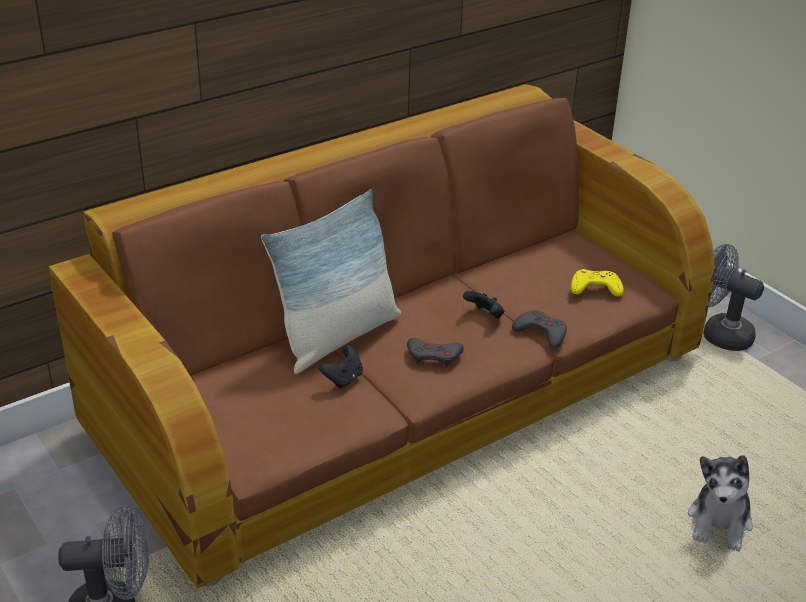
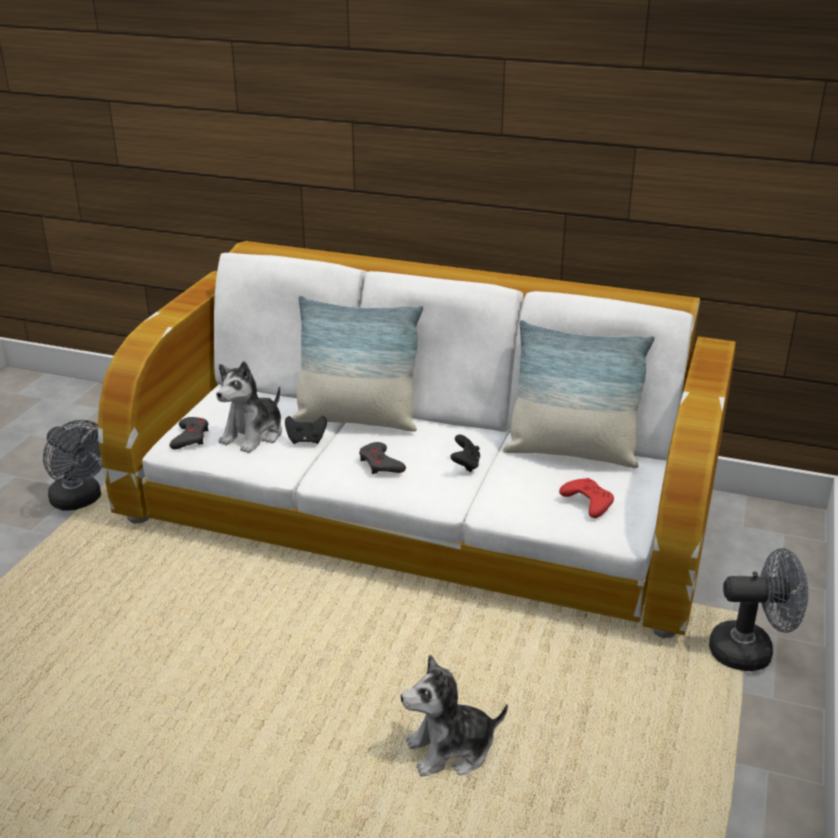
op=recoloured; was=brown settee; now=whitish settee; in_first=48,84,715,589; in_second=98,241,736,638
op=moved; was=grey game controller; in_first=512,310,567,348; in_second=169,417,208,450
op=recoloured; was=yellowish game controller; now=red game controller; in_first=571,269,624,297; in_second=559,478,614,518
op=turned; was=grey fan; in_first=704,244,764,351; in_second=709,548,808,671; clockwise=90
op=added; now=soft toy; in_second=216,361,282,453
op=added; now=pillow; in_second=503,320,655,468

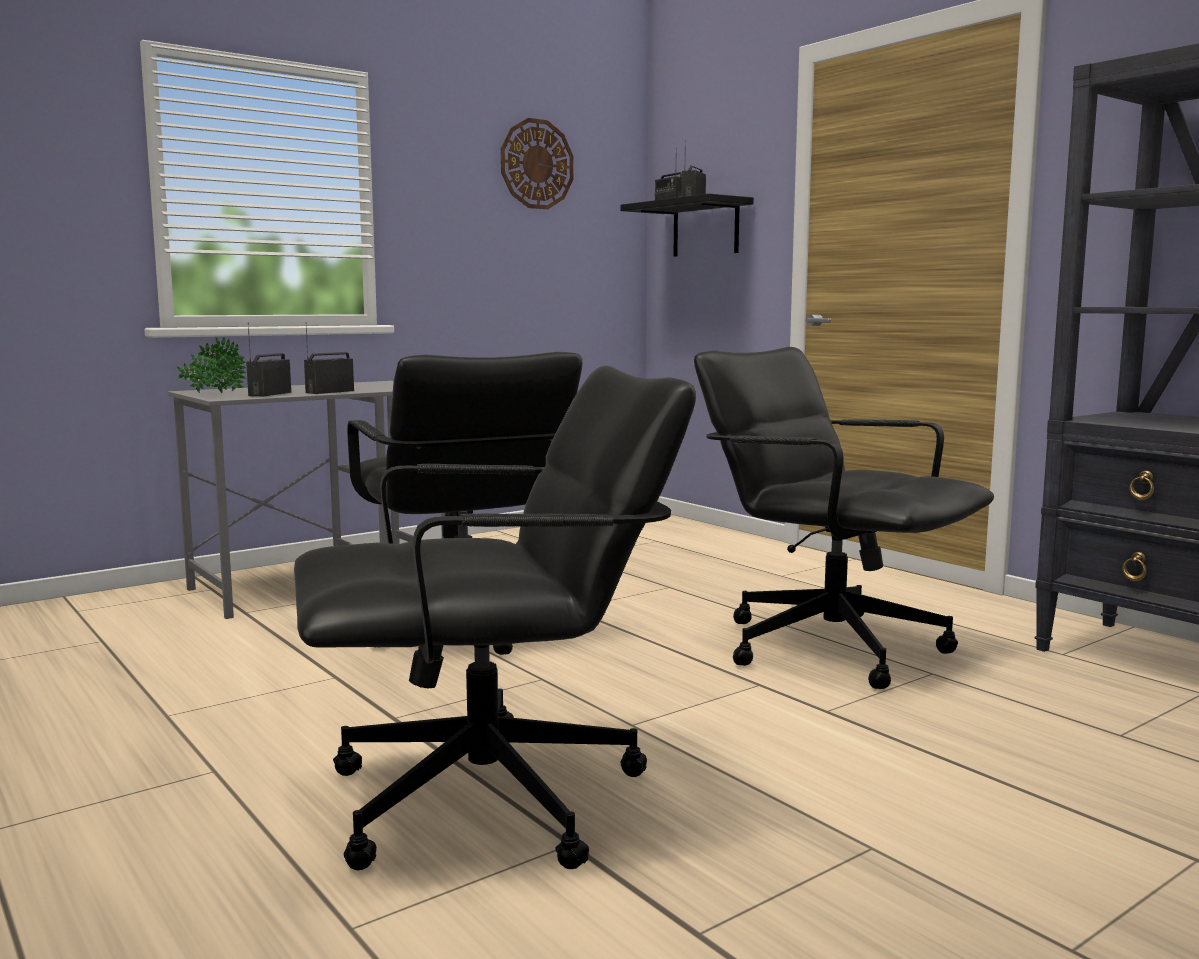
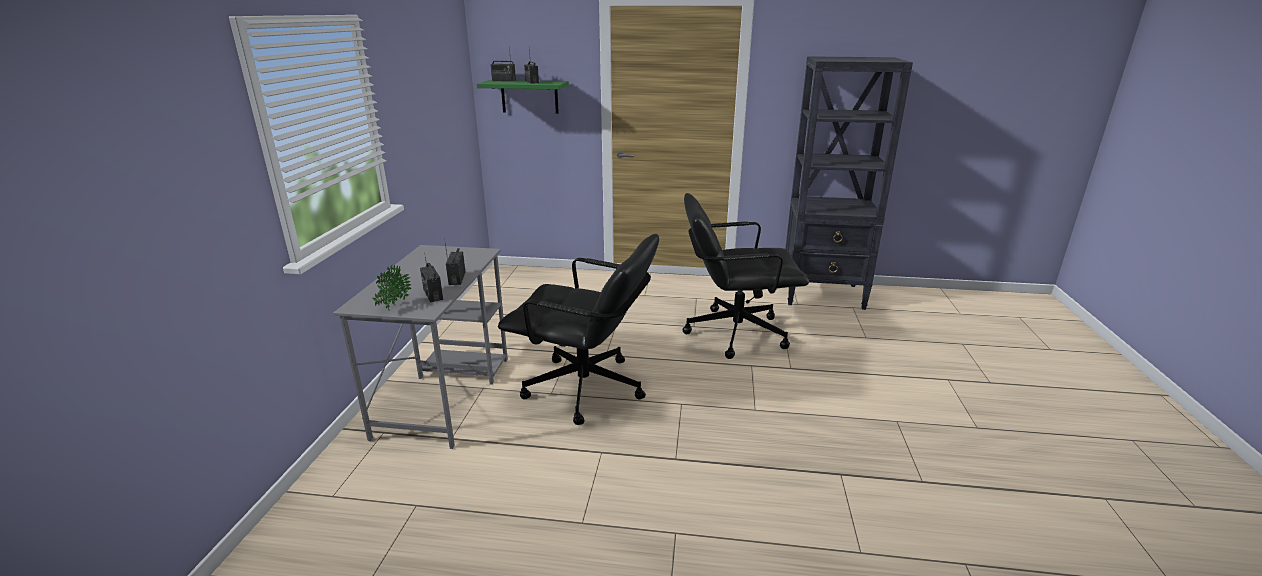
op=removed; was=black desk chair; in_first=294,366,696,870
op=removed; was=hanging clock; in_first=501,118,574,209
op=recoloured; was=black bracket shelf; now=green-coloured bracket shelf; in_first=621,193,754,257; in_second=477,80,569,114

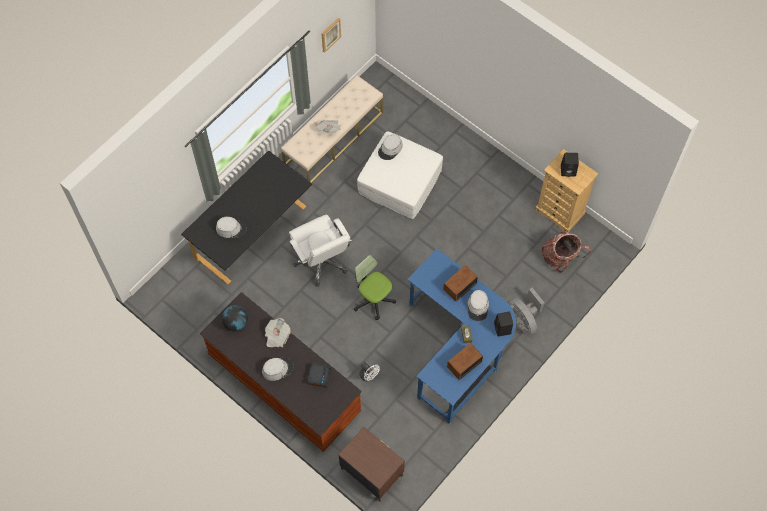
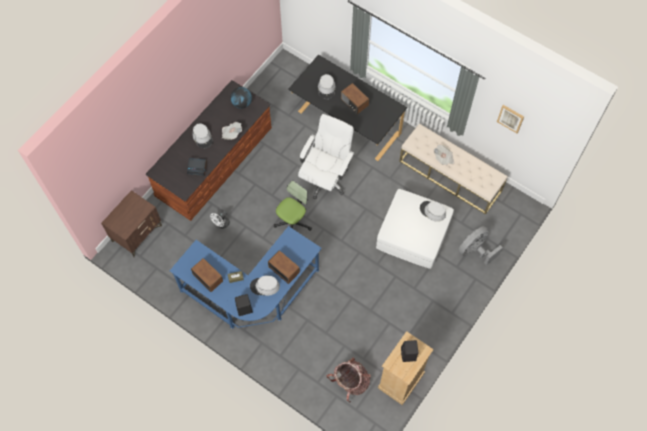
op=turned; was=whitish desk chair; in_first=289,214,352,287; in_second=298,114,354,199; clockwise=150
op=moved; was=grey fan; in_first=507,288,544,335; in_second=459,226,503,265
op=added; now=radio set; in_second=341,83,369,114

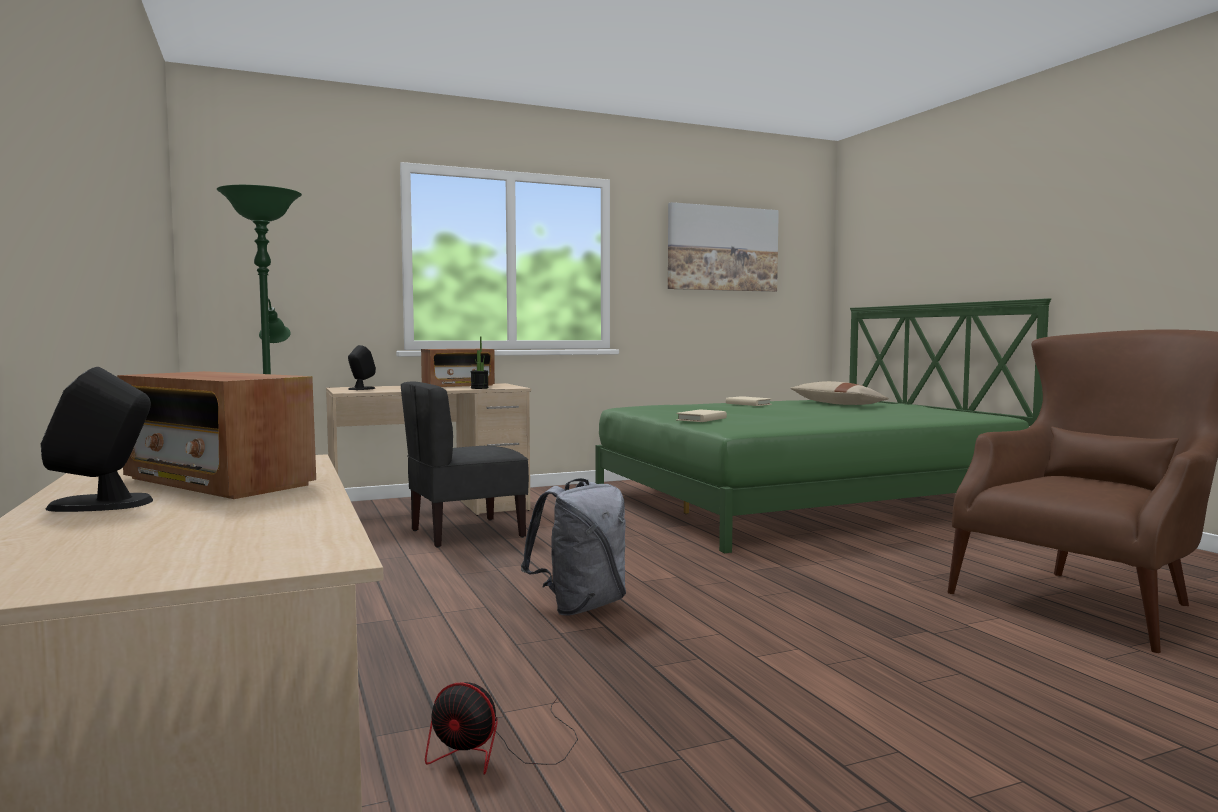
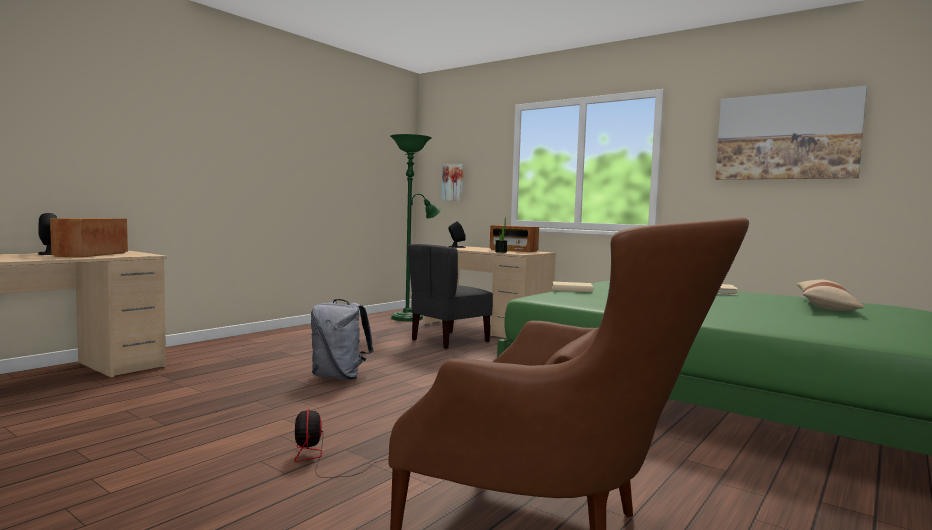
op=turned; was=grey upright chair; in_first=401,381,529,548; in_second=407,244,493,349; clockwise=-75
op=moved; was=fan; in_first=425,682,578,775; in_second=294,409,388,478
op=added; now=wall picture; in_second=442,164,464,201

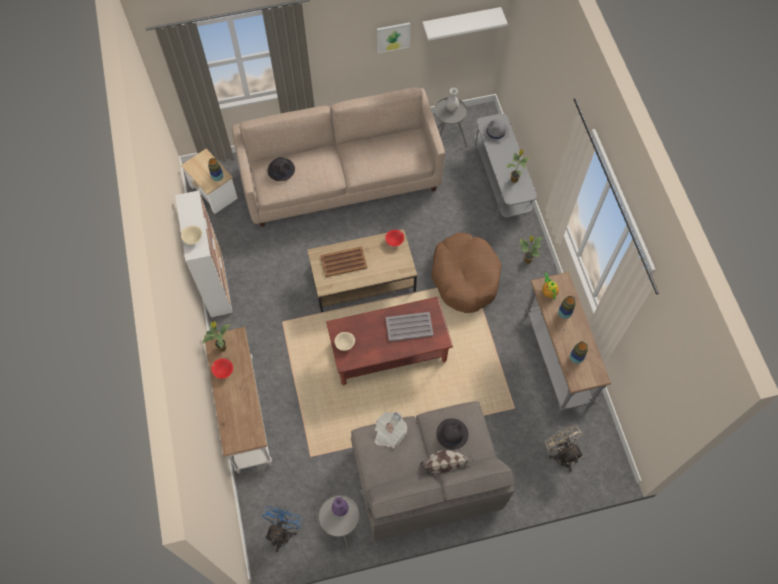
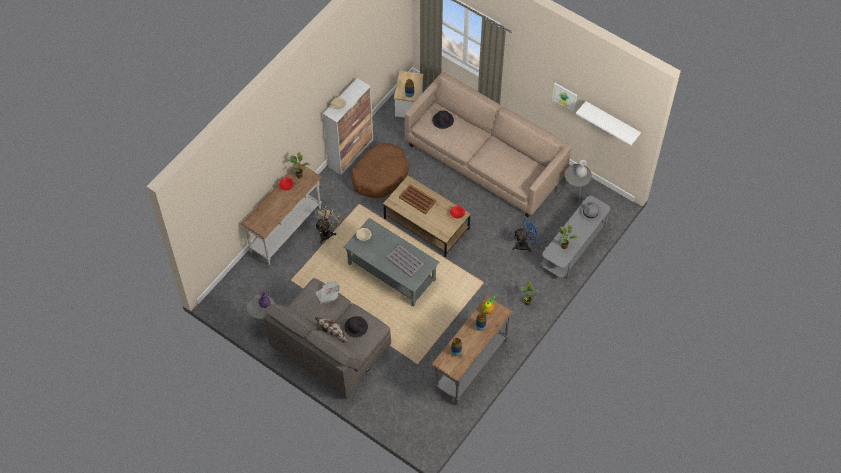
op=moved; was=blue-coloured fan; in_first=262,506,303,552; in_second=512,217,541,252
op=recoloured; was=brown low table; now=grey low table; in_first=326,297,453,385; in_second=344,218,439,306
op=moved; was=brown dog bed; in_first=431,232,501,313; in_second=351,143,409,198
op=moved; was=beige-coloured fan; in_first=545,425,583,472; in_second=315,207,342,244

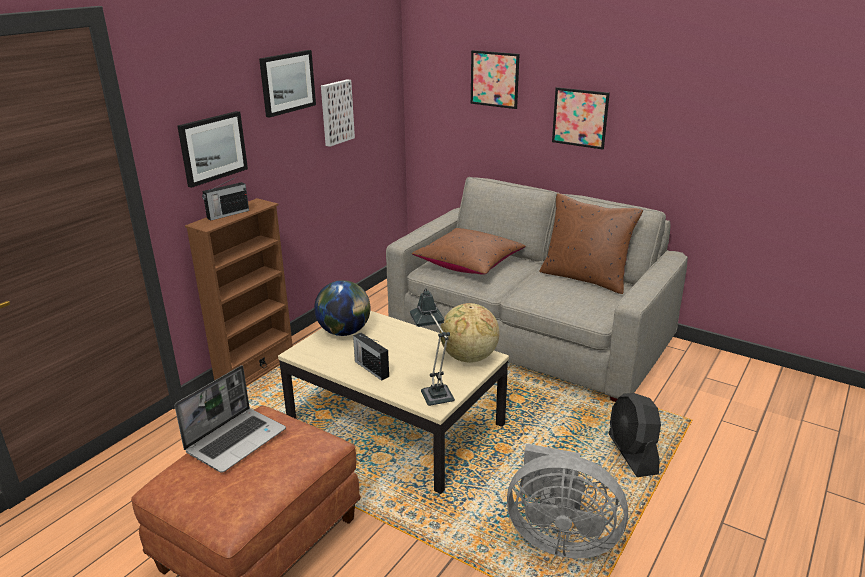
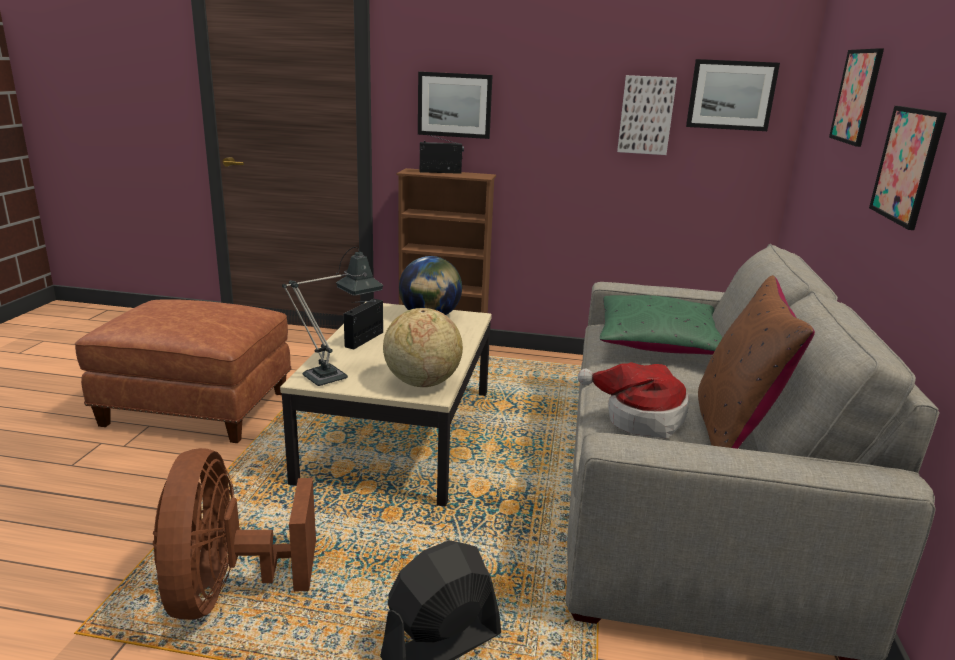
op=removed; was=portable computer; in_first=175,365,286,473
op=turned; was=radio set; in_first=202,177,249,221; in_second=420,134,464,174; clockwise=150
op=moved; was=wall picture; in_first=259,50,316,118; in_second=686,59,780,131
op=recoloured; was=brown pillow; now=green-coloured pillow; in_first=412,228,526,275; in_second=600,295,723,355
op=recoloured; was=grey fan; now=brown fan; in_first=507,444,628,558; in_second=153,448,316,620
op=added; now=clothing hat; in_second=578,362,689,439

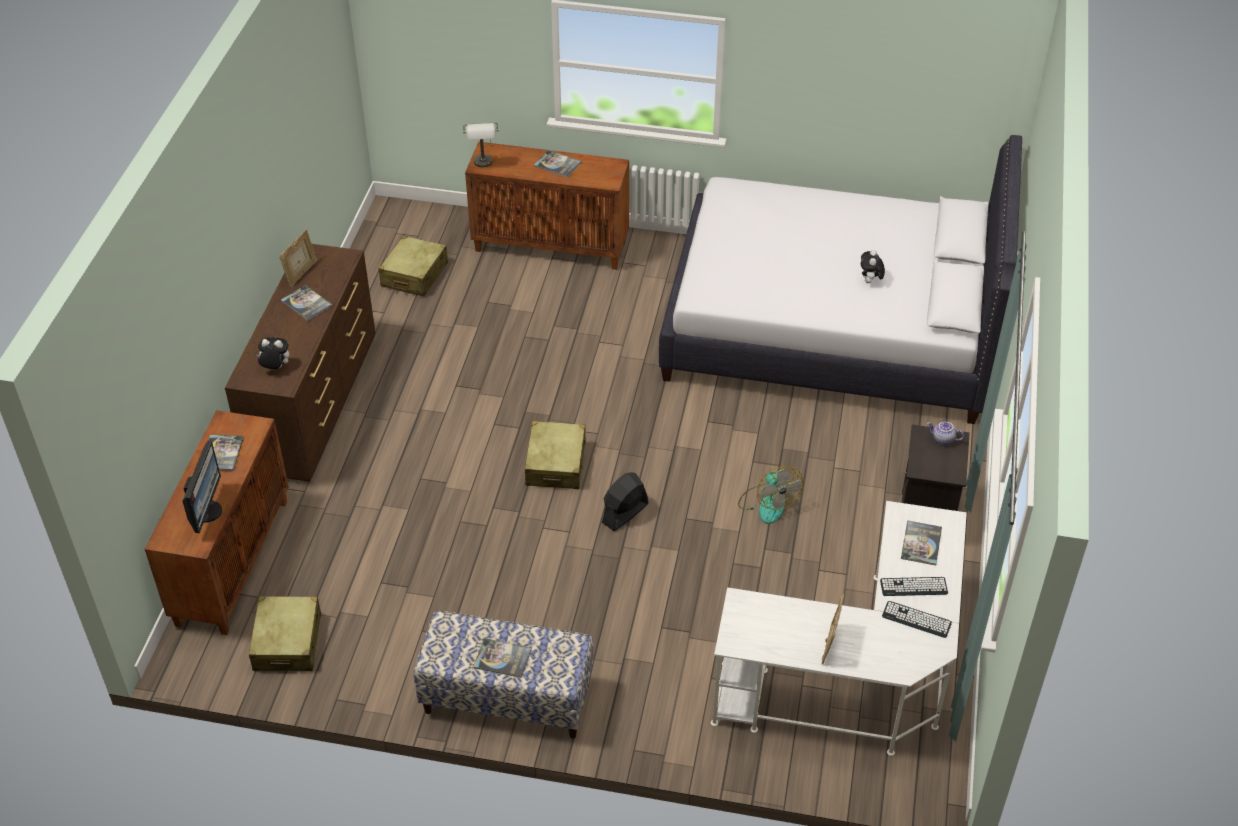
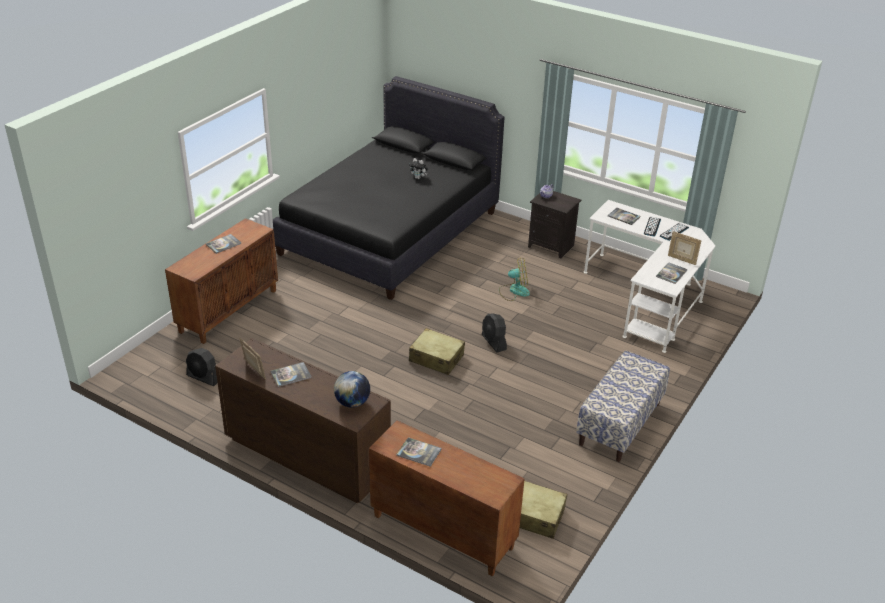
op=removed; was=computer screen; in_first=182,441,222,533
op=replaced; was=soft toy; now=desk globe; in_first=257,337,289,369; in_second=334,371,370,408
op=replaced; was=beige-coloured piece of luggage; now=black fan; in_first=379,236,448,296; in_second=186,348,218,386
op=removed; was=grey tabletop lamp; in_first=463,123,499,167
op=moved; was=volume; in_first=473,638,532,678; in_second=656,262,688,284
op=recoloured; was=whitish bed; now=black bed; in_first=659,135,1022,424; in_second=273,76,505,300

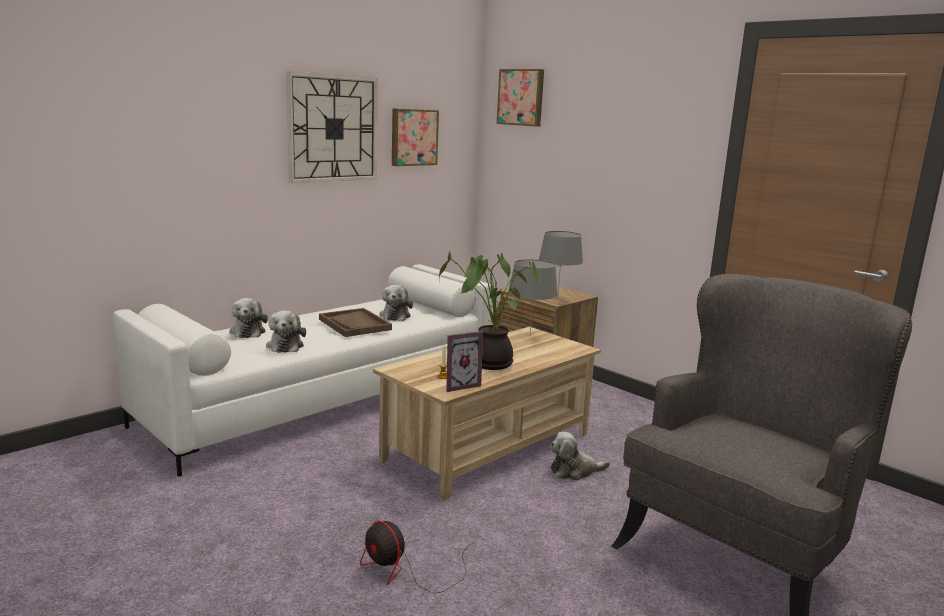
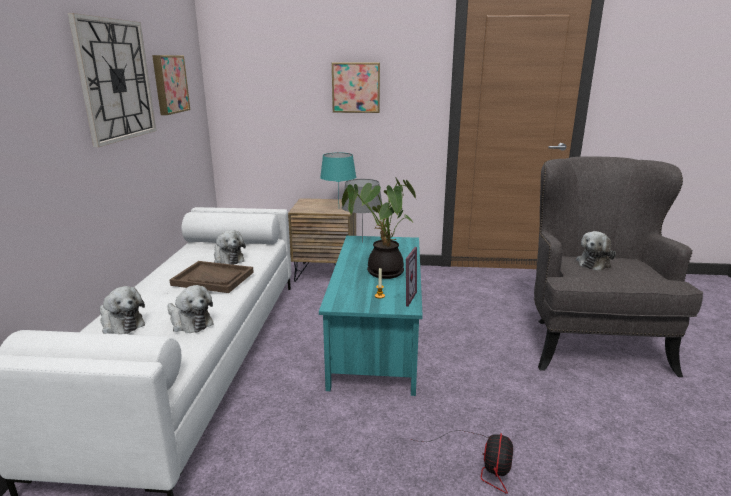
op=turned; was=fan; in_first=360,521,475,593; in_second=411,430,513,494; clockwise=-75
op=recoloured; was=beige-coloured low table; now=turquoise-coloured low table; in_first=373,327,601,501; in_second=319,236,423,396
op=moved; was=wall picture; in_first=496,69,544,127; in_second=332,63,380,113
op=recoloured; was=grey tabletop lamp; now=turquoise-coloured tabletop lamp; in_first=539,231,583,299; in_second=320,152,356,198
op=moved; was=soft toy; in_first=550,432,610,480; in_second=576,231,616,271

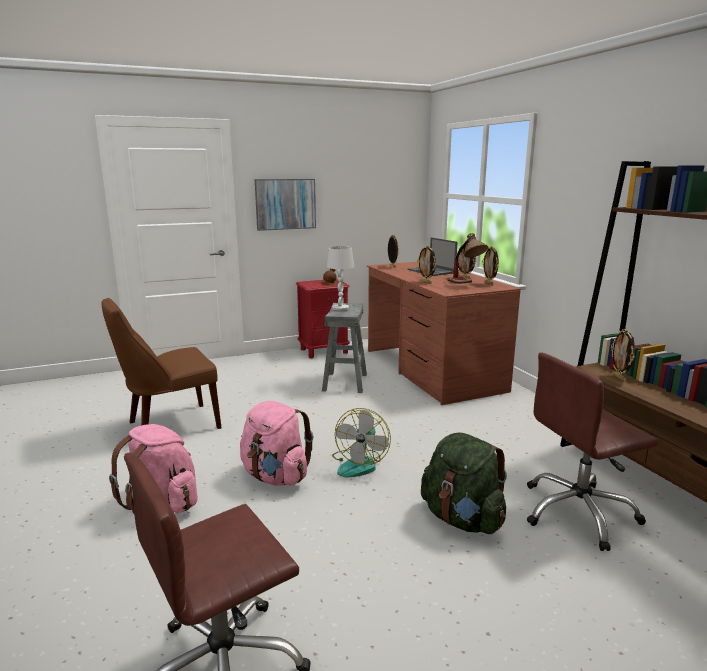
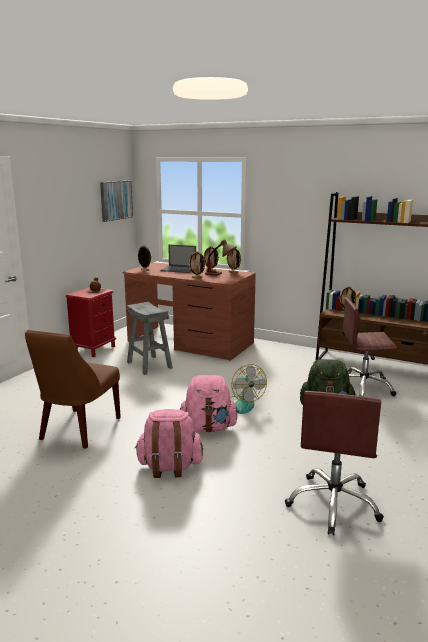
op=moved; was=wall picture; in_first=255,179,316,231; in_second=100,181,133,222
op=removed; was=whitish tabletop lamp; in_first=327,246,354,311
op=turned; was=brown desk chair; in_first=527,352,658,551; in_second=343,297,397,396; clockwise=60

